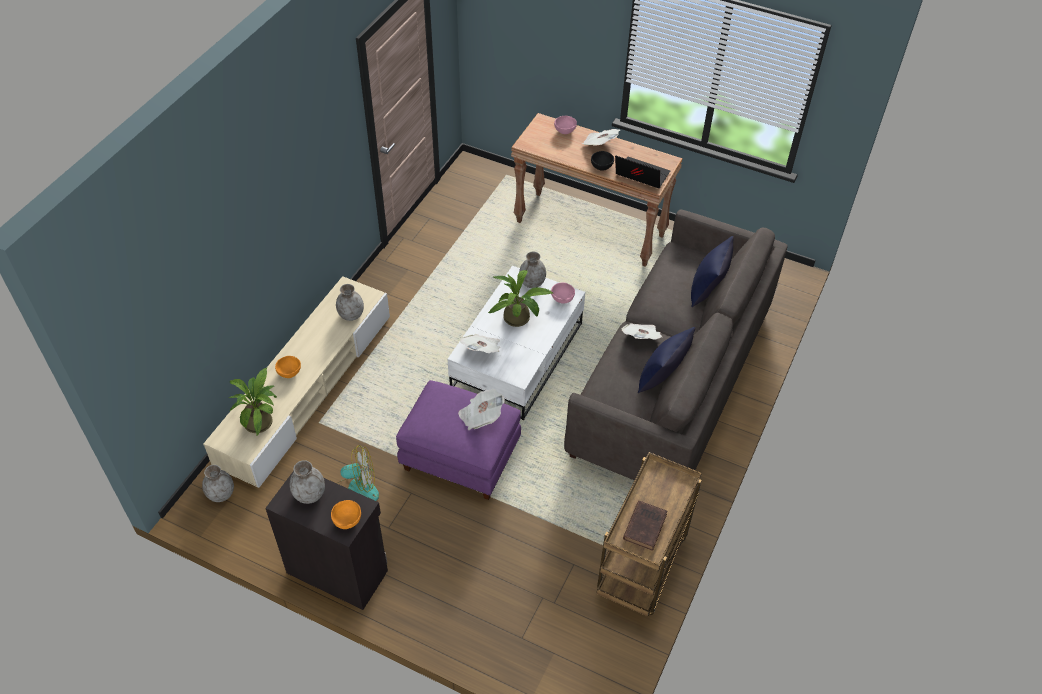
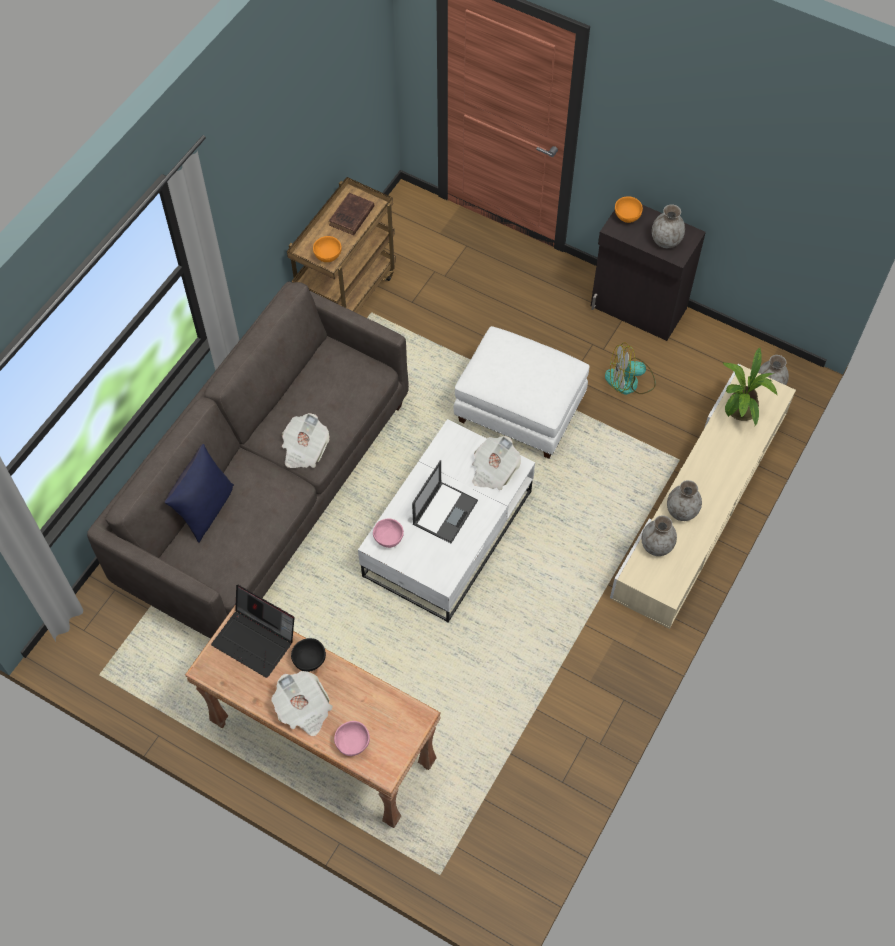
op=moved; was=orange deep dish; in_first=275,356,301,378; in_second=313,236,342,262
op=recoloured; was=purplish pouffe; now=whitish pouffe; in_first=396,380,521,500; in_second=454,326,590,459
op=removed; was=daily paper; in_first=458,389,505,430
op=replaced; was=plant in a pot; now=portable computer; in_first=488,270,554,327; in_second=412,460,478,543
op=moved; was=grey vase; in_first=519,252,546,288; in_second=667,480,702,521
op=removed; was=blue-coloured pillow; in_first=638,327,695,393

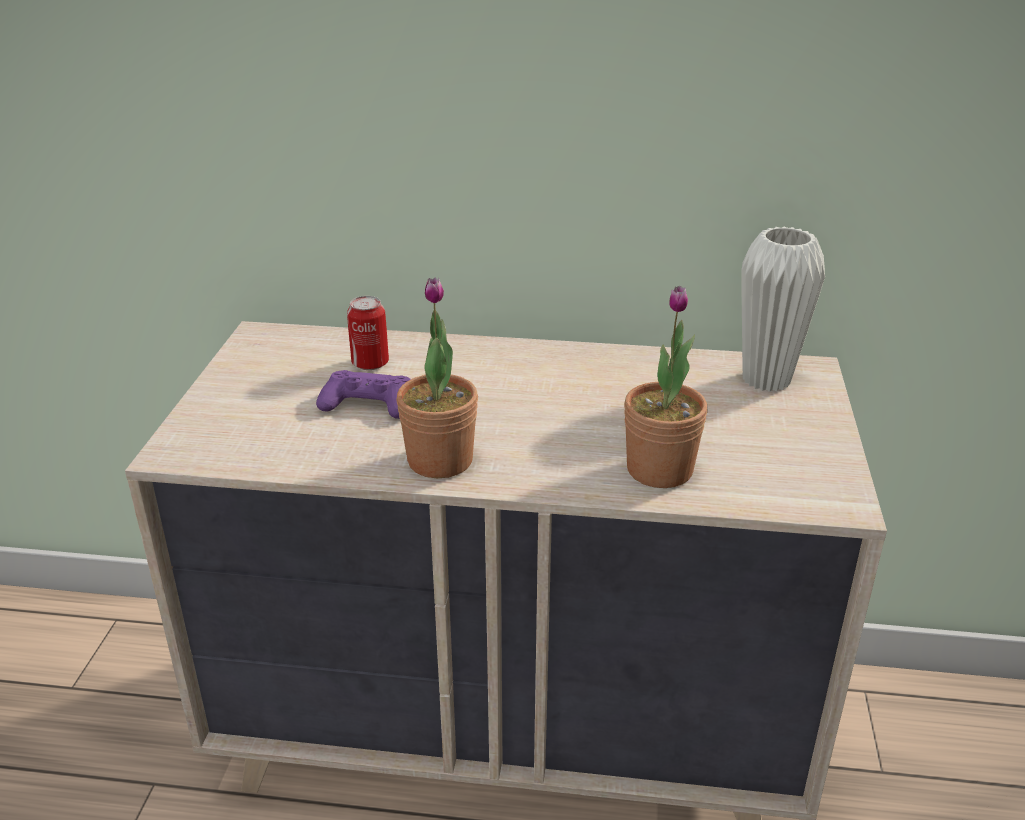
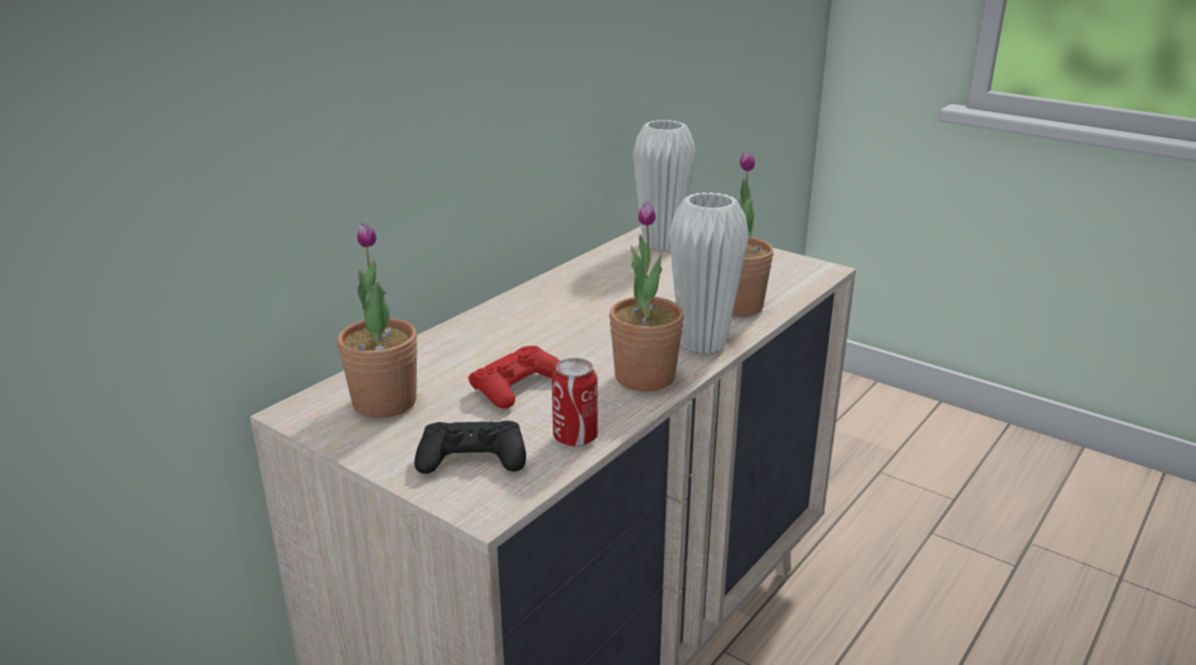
op=recoloured; was=purplish game controller; now=red game controller; in_first=316,370,411,419; in_second=468,346,560,409
op=moved; was=can; in_first=347,296,389,370; in_second=552,358,598,447
op=added; now=plant in a pot; in_second=337,222,417,418
op=added; now=black game controller; in_second=414,421,526,474
op=added; now=whitish vase; in_second=669,192,749,354

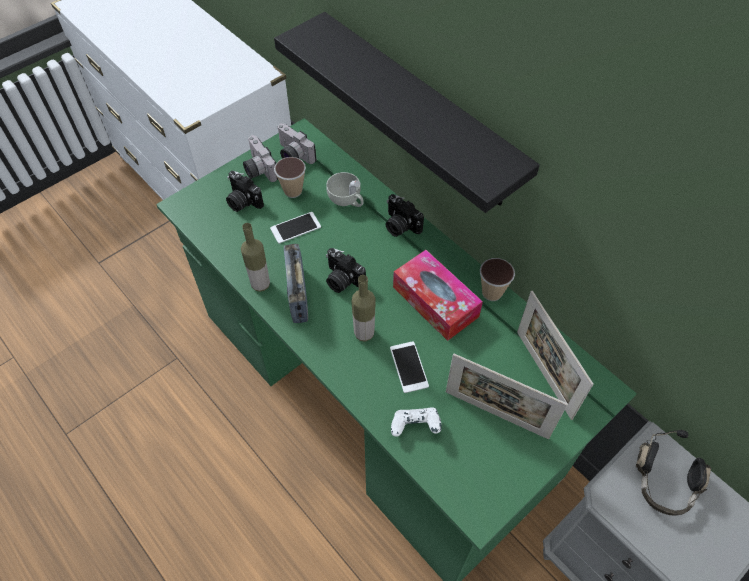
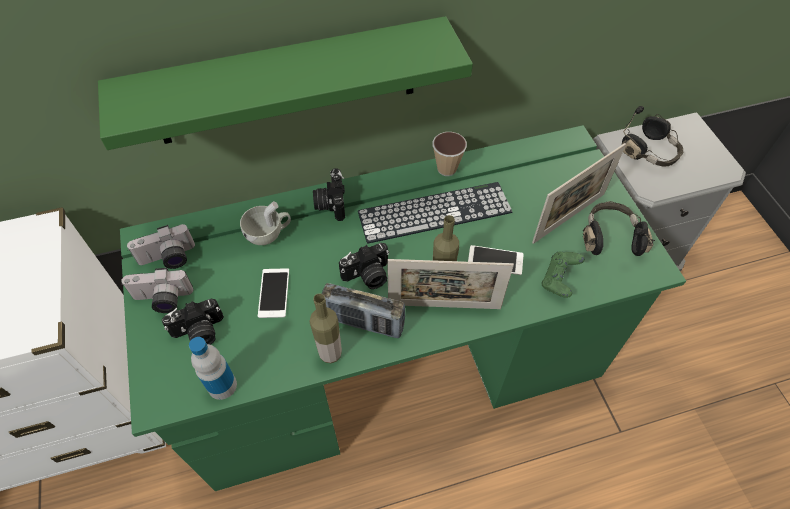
op=recoloured; was=black bracket shelf; now=green-coloured bracket shelf; in_first=274,12,540,213; in_second=98,16,473,150
op=removed; was=small cup; in_first=274,157,306,198
op=turned; was=still camera; in_first=386,194,424,237; in_second=313,168,345,221; clockwise=105
op=recoloured; was=whitish game controller; now=green-coloured game controller; in_first=391,407,442,437; in_second=541,251,585,298
op=replaced; was=box of tissues; now=computer keyboard; in_first=393,250,483,341; in_second=358,182,512,244
op=moved; was=standing frame; in_first=517,291,594,420; in_second=387,259,514,309
op=added; now=drink bottle; in_second=189,337,237,400
op=added; now=black headset; in_second=583,201,655,256

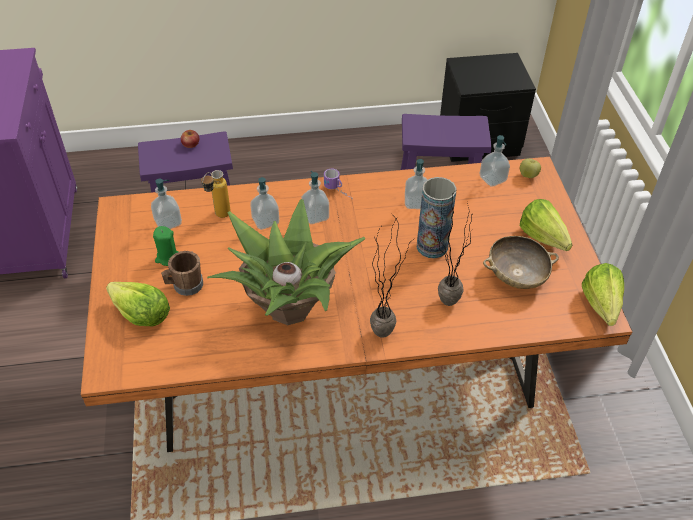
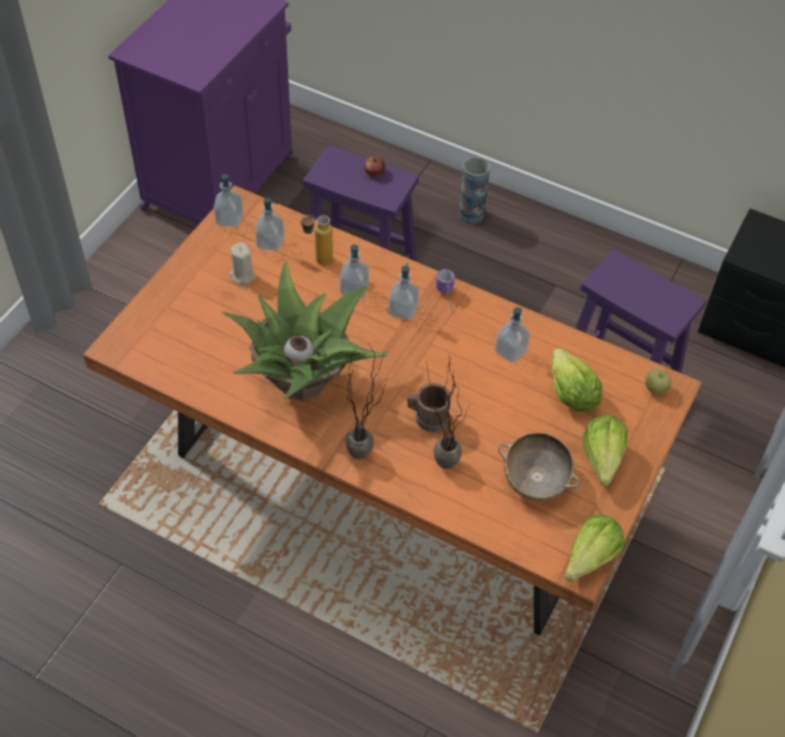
op=moved; was=lettuce; in_first=106,282,170,326; in_second=552,348,602,412
op=recoloured; was=green-coloured wax candle; now=beige-coloured wax candle; in_first=153,226,179,266; in_second=229,243,256,285
op=moved; was=brown tea mug; in_first=161,251,203,296; in_second=407,383,451,432
op=moved; was=vase; in_first=417,177,456,259; in_second=458,157,490,224
op=moved; was=liquid soap bottle; in_first=480,135,510,187; in_second=214,174,243,227

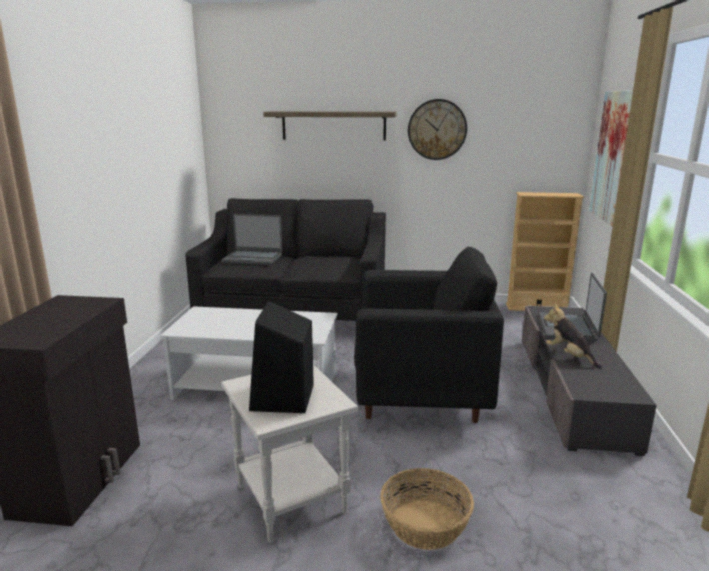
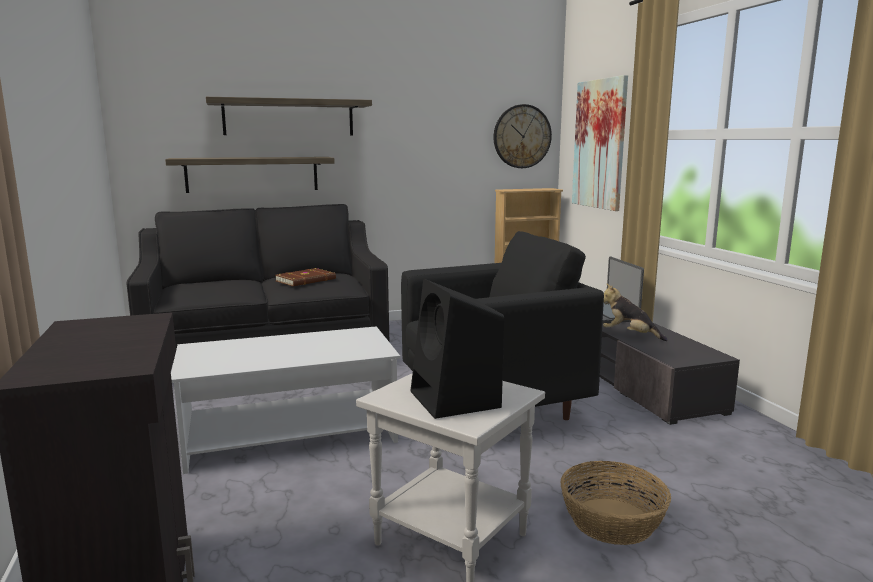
op=removed; was=portable computer; in_first=221,214,282,265
op=moved; was=hanging clock; in_first=408,99,467,160; in_second=494,104,552,168
op=added; now=bracket shelf; in_second=165,157,335,193
op=added; now=brown volume; in_second=275,268,336,286

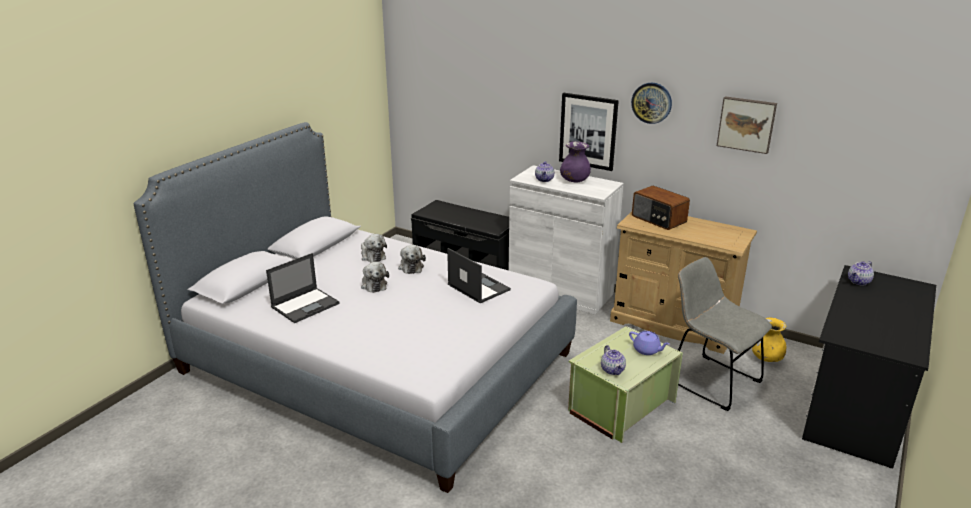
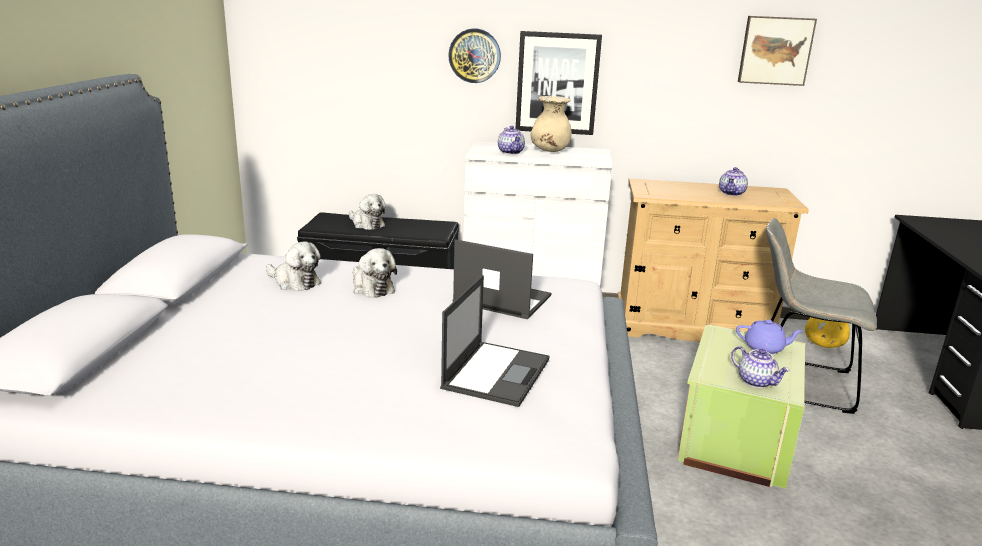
op=moved; was=portable computer; in_first=266,253,340,323; in_second=440,275,550,407
op=moved; was=soft toy; in_first=361,262,389,293; in_second=349,194,386,230
op=recoloured; was=purplish vase; now=beige-coloured vase; in_first=560,141,591,182; in_second=530,96,572,152
op=moved; was=hanging clock; in_first=631,83,672,124; in_second=448,28,501,83
op=removed; was=radio set; in_first=632,186,690,230
op=moved; was=tea pot; in_first=848,261,874,285; in_second=719,167,748,196

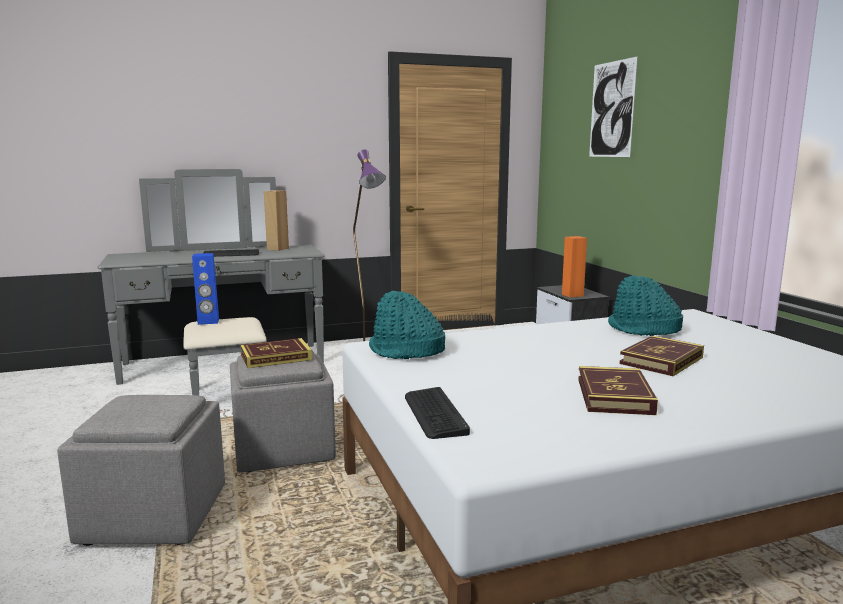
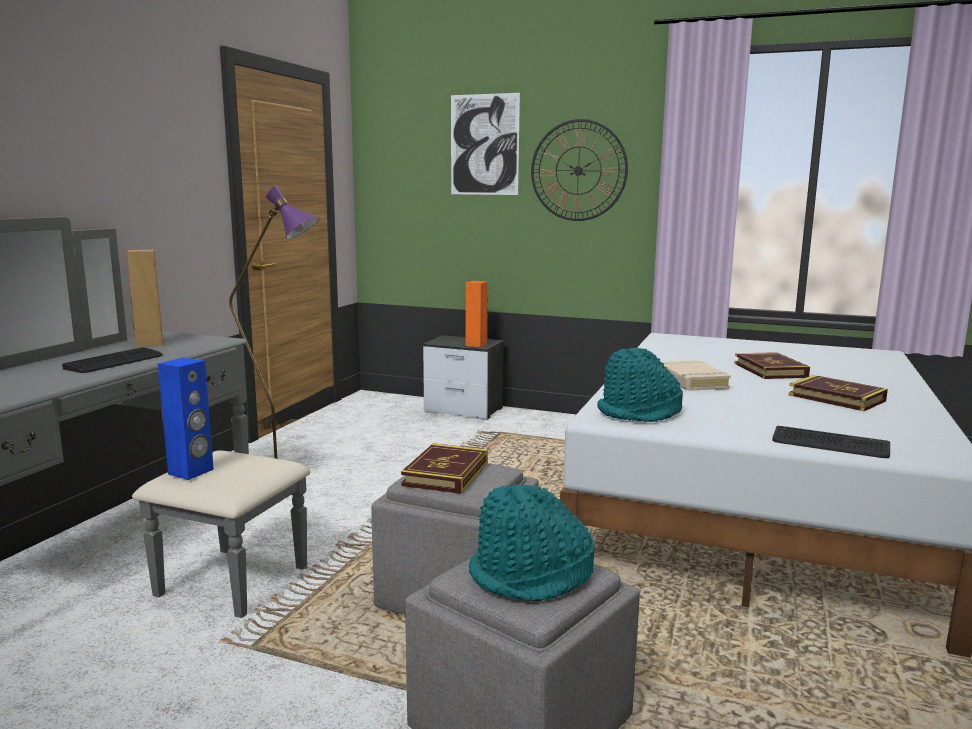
op=moved; was=turquoise-coloured clothing hat; in_first=608,275,683,336; in_second=469,485,595,601
op=added; now=hanging clock; in_second=531,119,628,221
op=added; now=beige-coloured volume; in_second=661,360,731,391

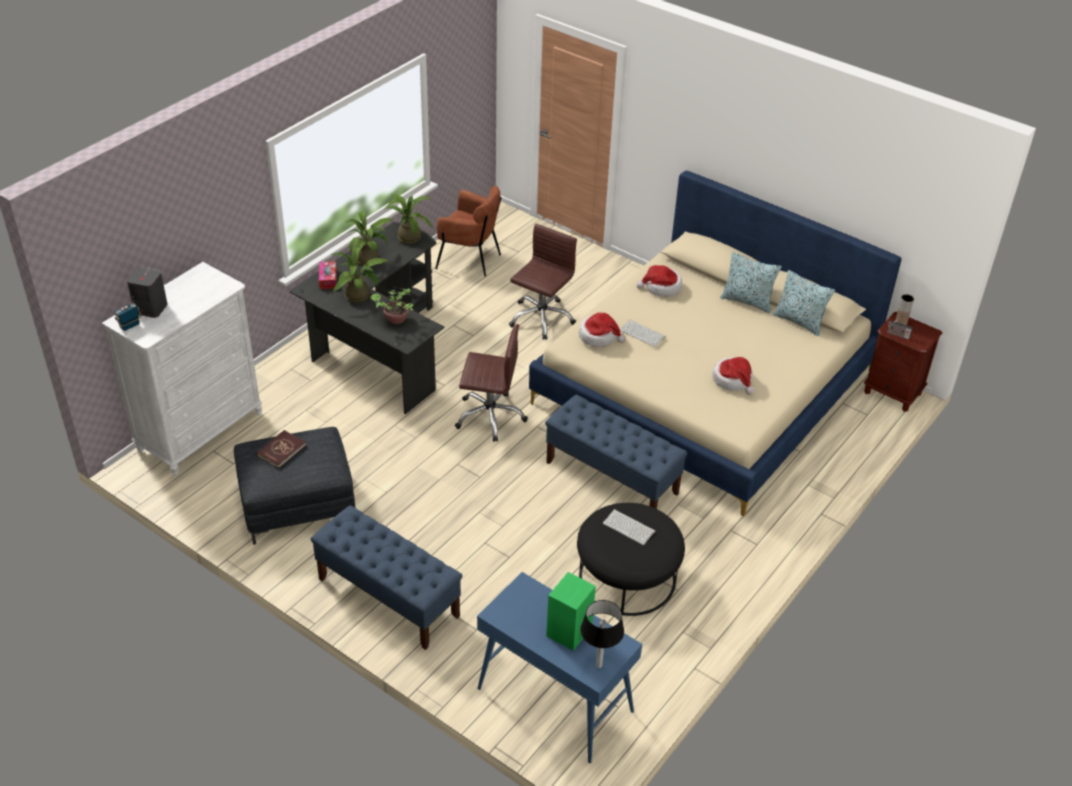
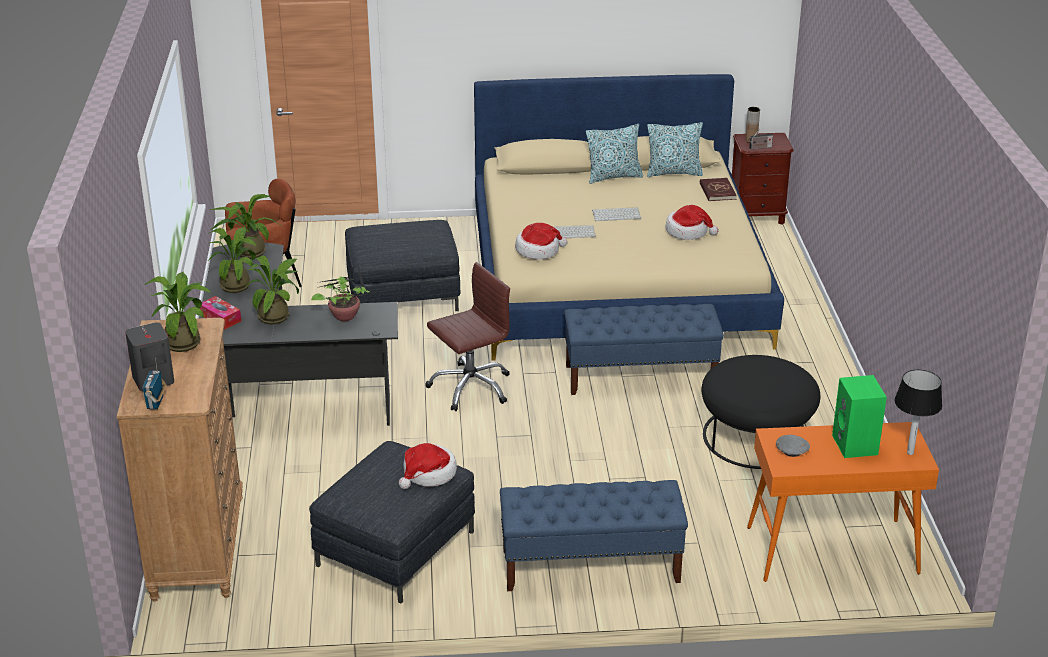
op=recoloured; was=whitish dresser; now=brown dresser; in_first=102,262,262,476; in_second=117,318,243,602
op=moved; was=red volume; in_first=257,430,306,468; in_second=700,178,737,201
op=recoloured; was=blue-coloured console table; now=orange console table; in_first=477,572,642,763; in_second=747,422,939,582
op=replaced; was=brown desk chair; now=grey pouffe; in_first=509,224,577,340; in_second=345,220,461,311
op=moved; was=computer keyboard; in_first=603,509,655,545; in_second=592,207,641,221
op=moved; was=clothing hat; in_first=637,265,682,297; in_second=399,443,457,489
op=added; now=plant in a pot; in_second=145,272,211,352
op=added; now=grey deep dish; in_second=776,435,810,457

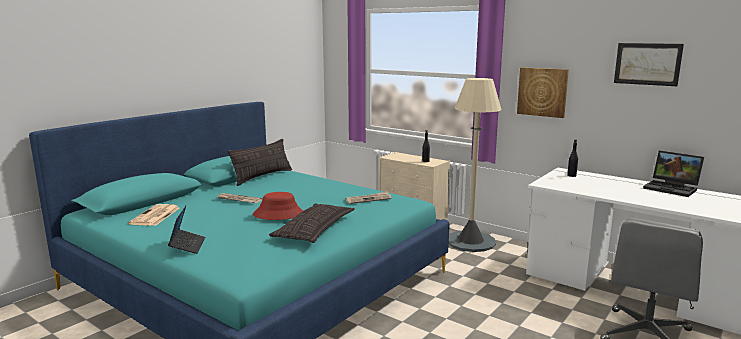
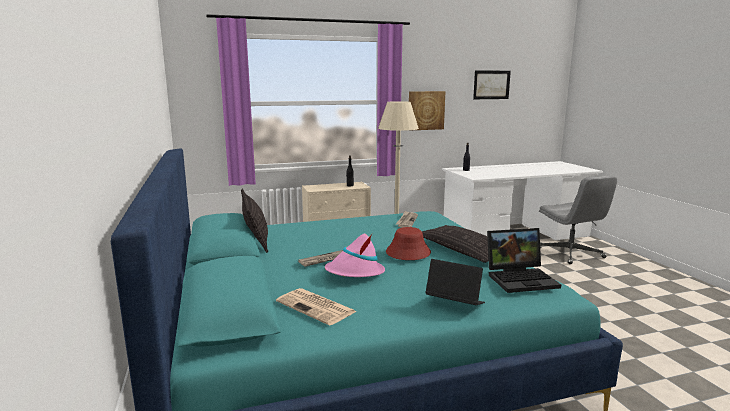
op=moved; was=portable computer; in_first=643,151,704,197; in_second=487,228,561,293
op=added; now=pink clothing hat; in_second=325,234,385,277

